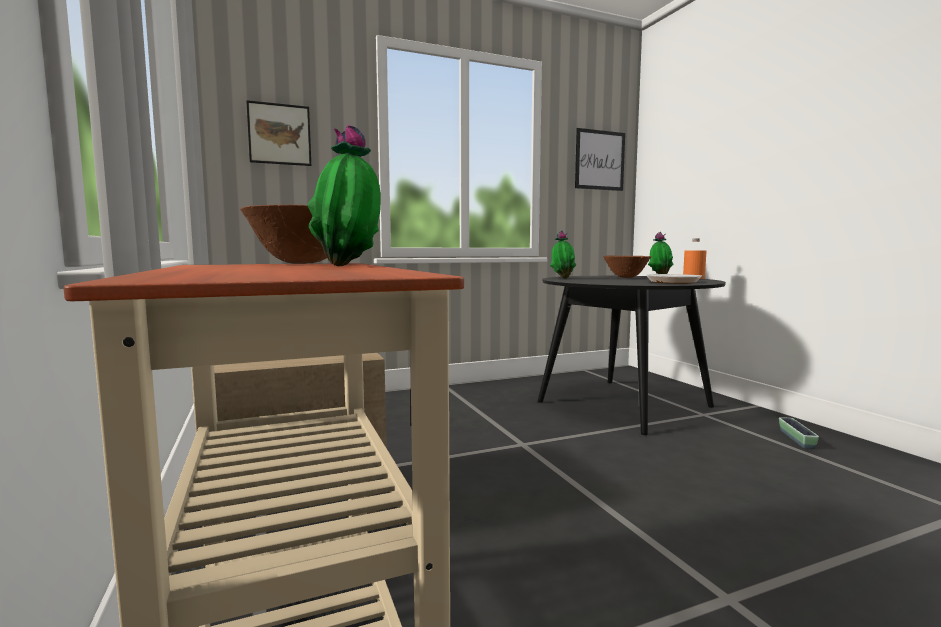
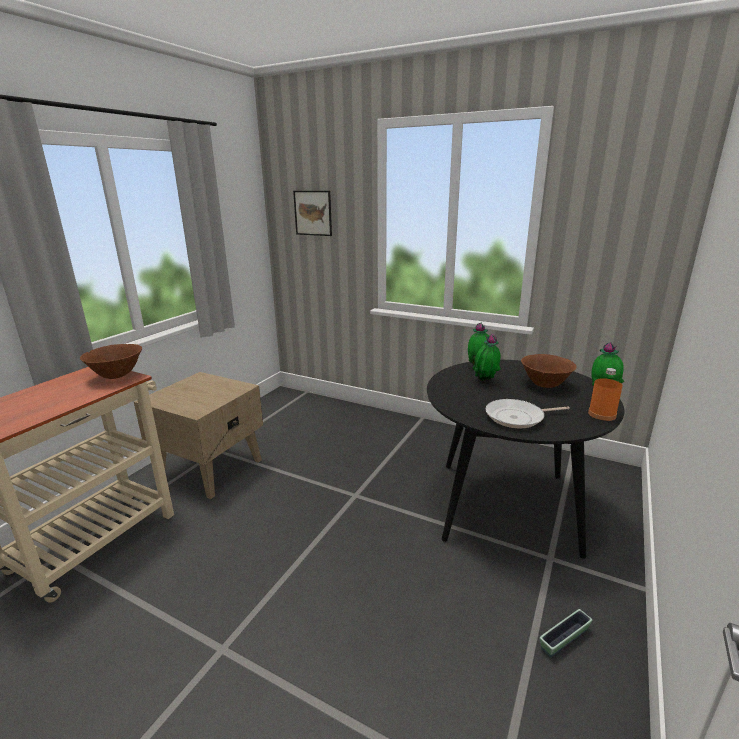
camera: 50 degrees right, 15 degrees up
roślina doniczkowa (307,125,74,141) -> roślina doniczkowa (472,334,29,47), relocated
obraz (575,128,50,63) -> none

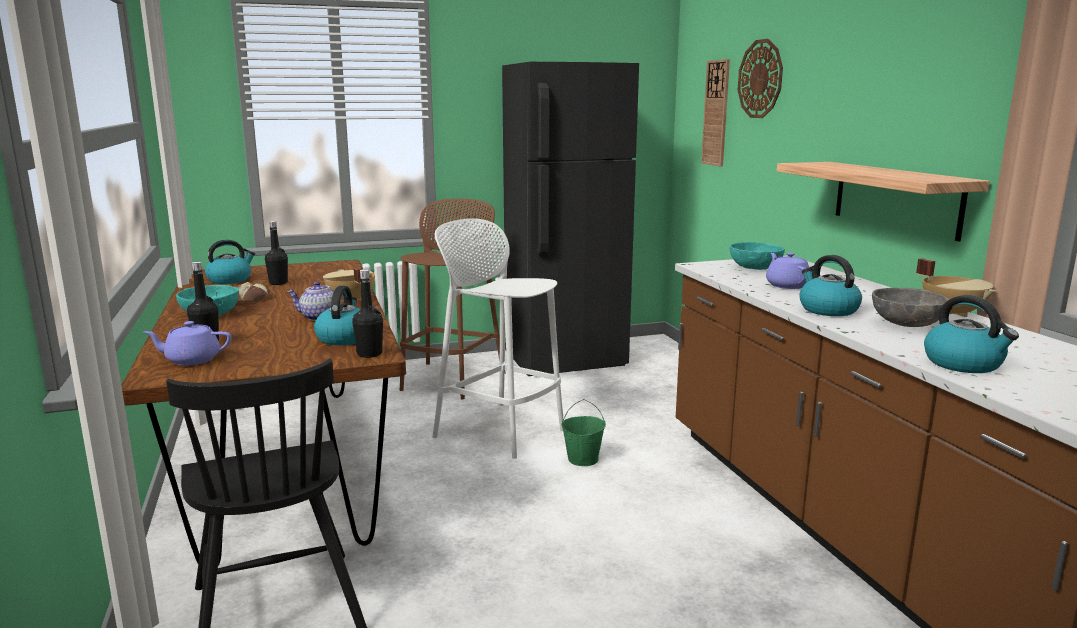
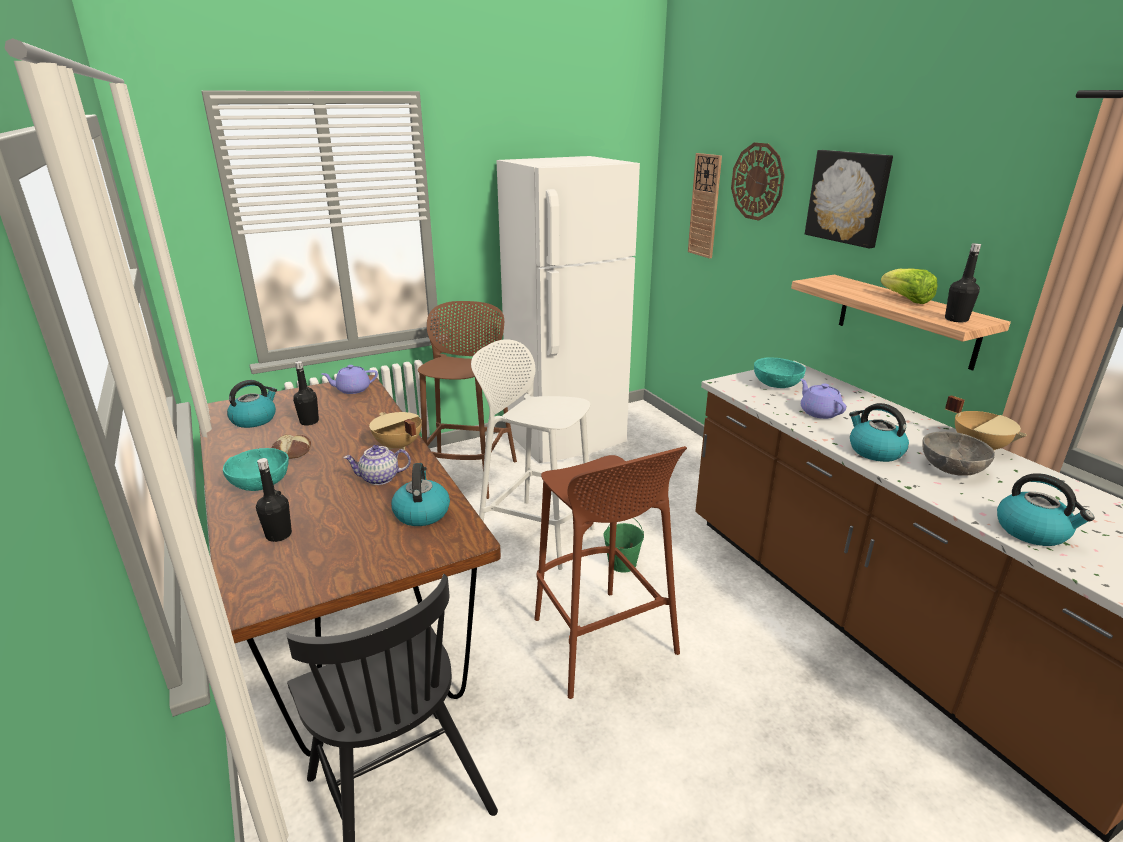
camera: 10 degrees left, 10 degrees up
imbryk/fioletowy (144,321,87,44) -> imbryk/fioletowy (322,365,56,29), relocated
butelka/czarny (352,269,31,89) -> butelka/czarny (945,243,36,79), relocated
lodówka/czarny (502,62,137,314) -> lodówka/biały (496,156,144,307)
none -> stołek/brązowy (534,446,153,253)
none -> obraz (805,150,88,98)
none -> sałata (881,269,56,35)

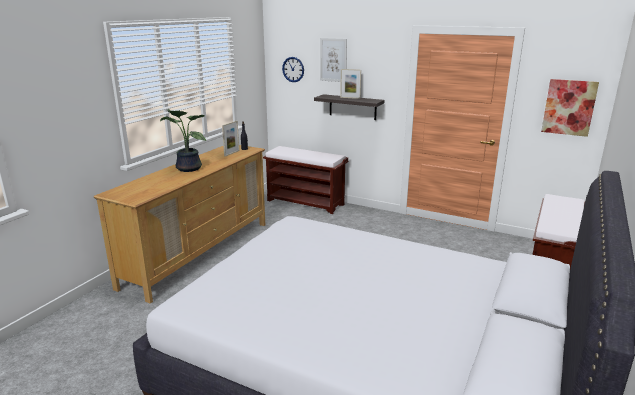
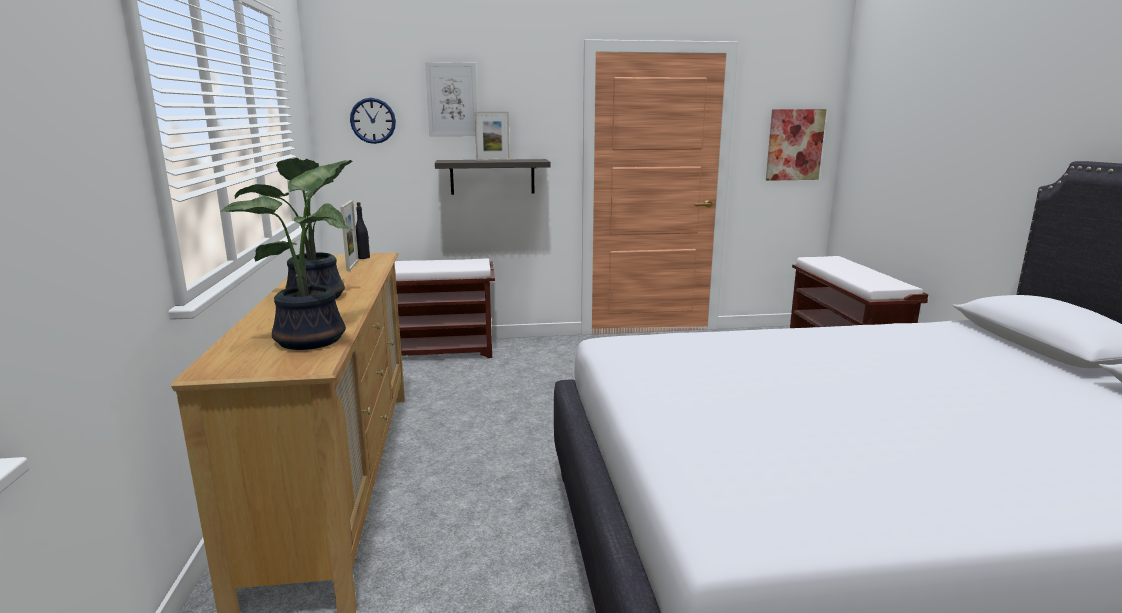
camera: 35 degrees left, 5 degrees down
none -> roślina doniczkowa (221,160,131,190)

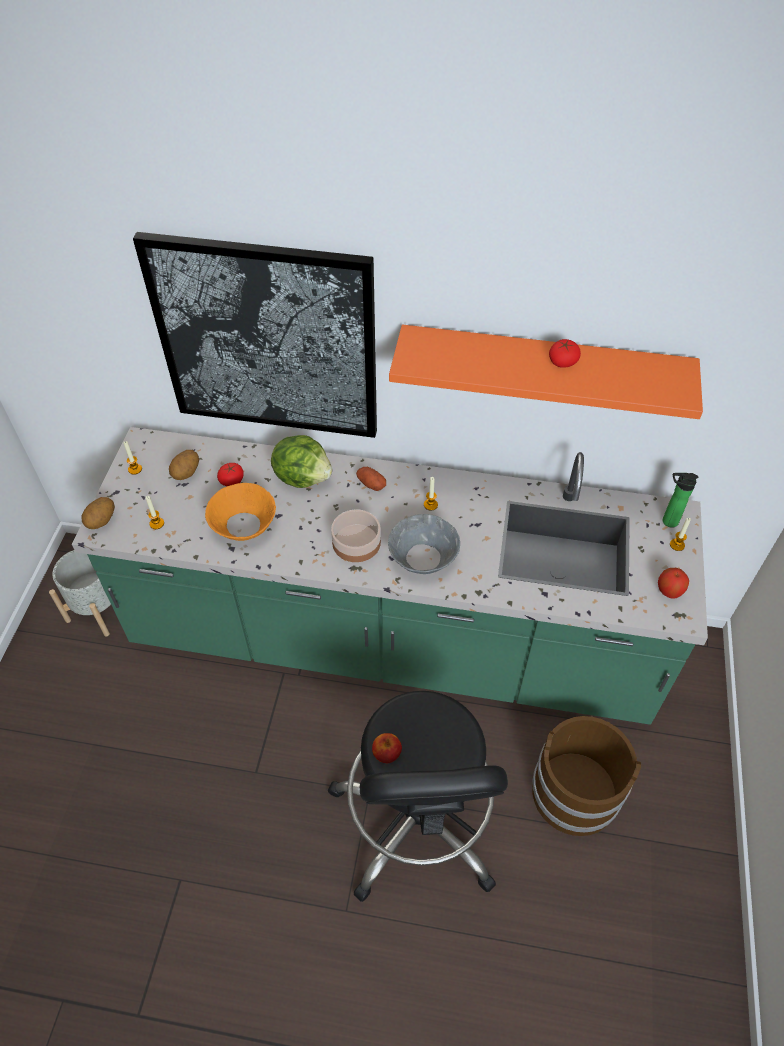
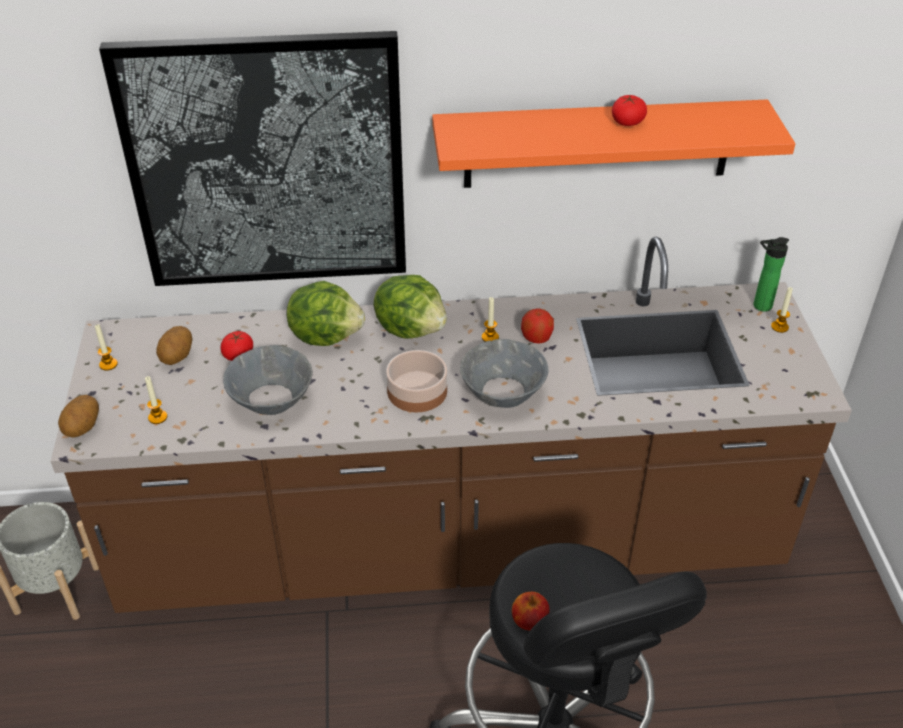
camera: 15 degrees left, 10 degrees down
zabudowa kuchenna/zielony (72,427,636,298) -> zabudowa kuchenna/brązowy (50,237,802,376)
miska/pomarańczowy (205,483,71,58) -> miska/szary (223,345,90,70)
ziemniak (356,467,30,24) -> sałata (374,275,73,64)
wiadro/brązowy (532,716,109,120) -> none
jabłko (658,568,31,31) -> jabłko (521,309,33,35), relocated

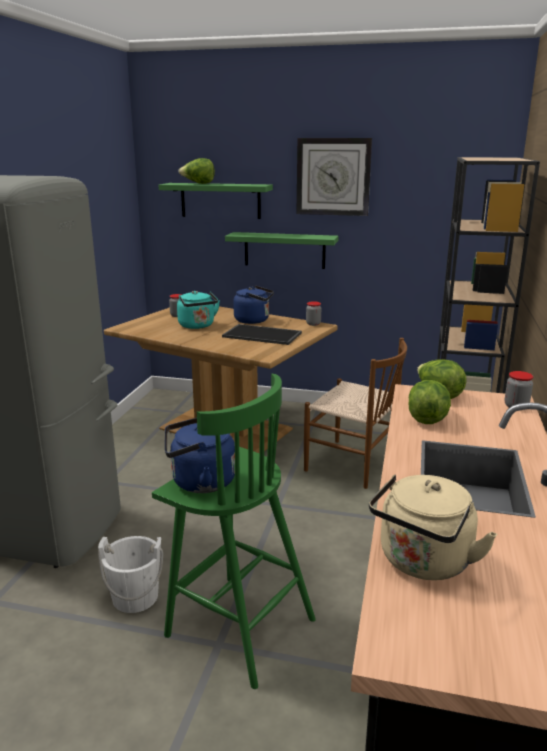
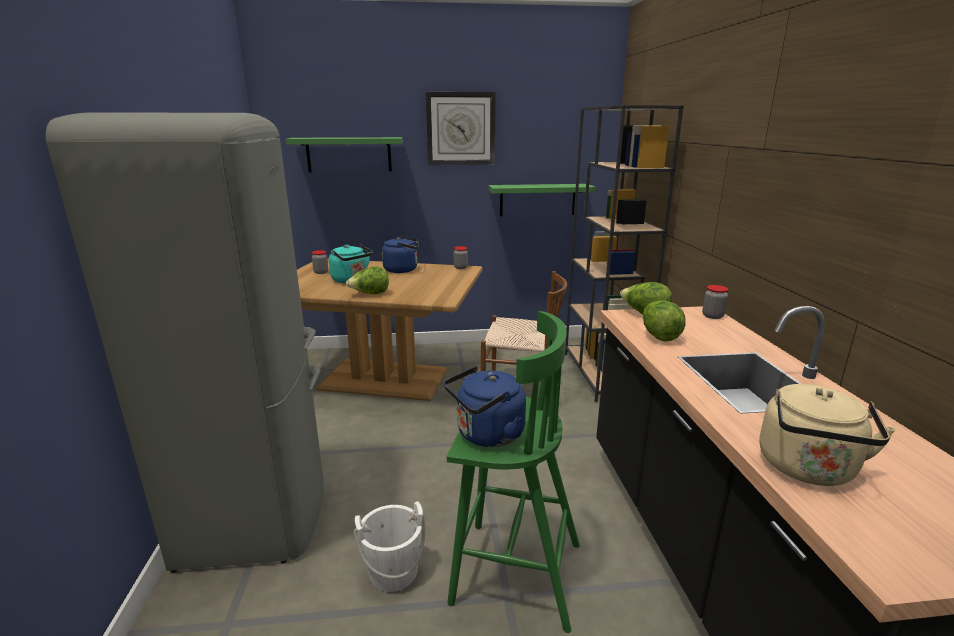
camera: 20 degrees left, 0 degrees up
sałata (178,158,37,26) -> sałata (346,266,43,28), relocated
taca (222,324,80,21) -> none
półka/zielony (225,232,114,37) -> półka/zielony (489,184,107,32), relocated

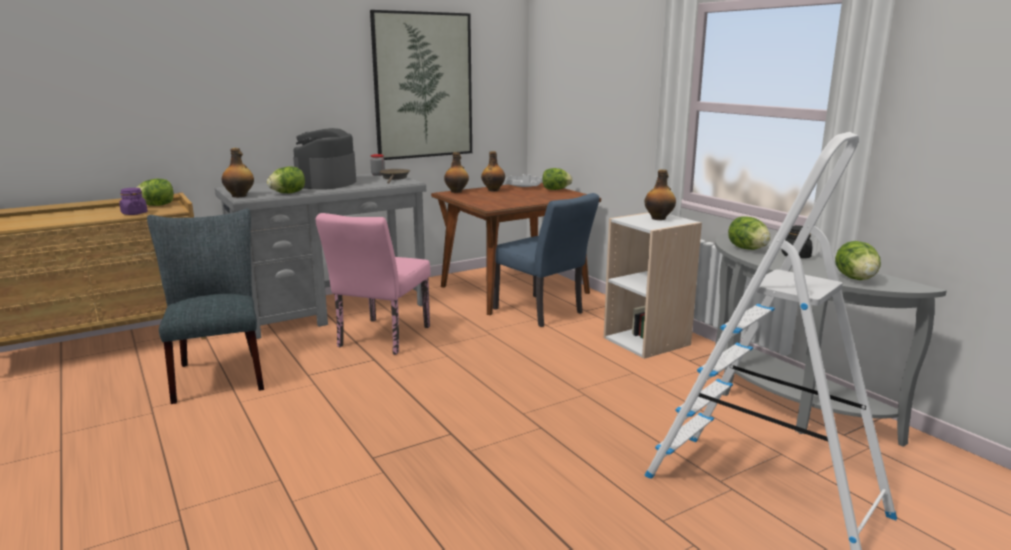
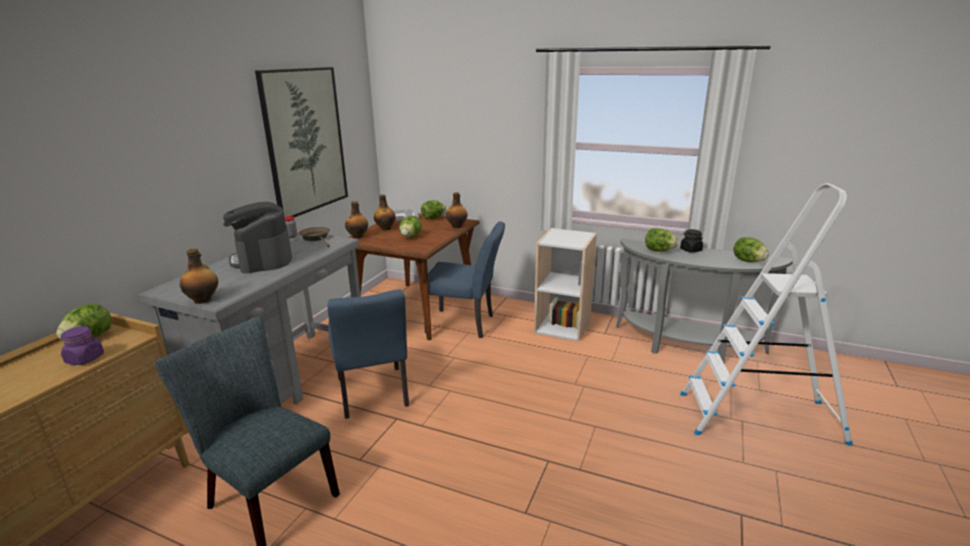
camera: 35 degrees left, 5 degrees up
sałata (267,166,38,27) -> sałata (399,216,23,22), relocated
krzesło/różowy (316,213,115,142) -> krzesło/niebieski (327,289,82,130)
butelka (644,169,32,51) -> butelka (446,192,22,36), relocated

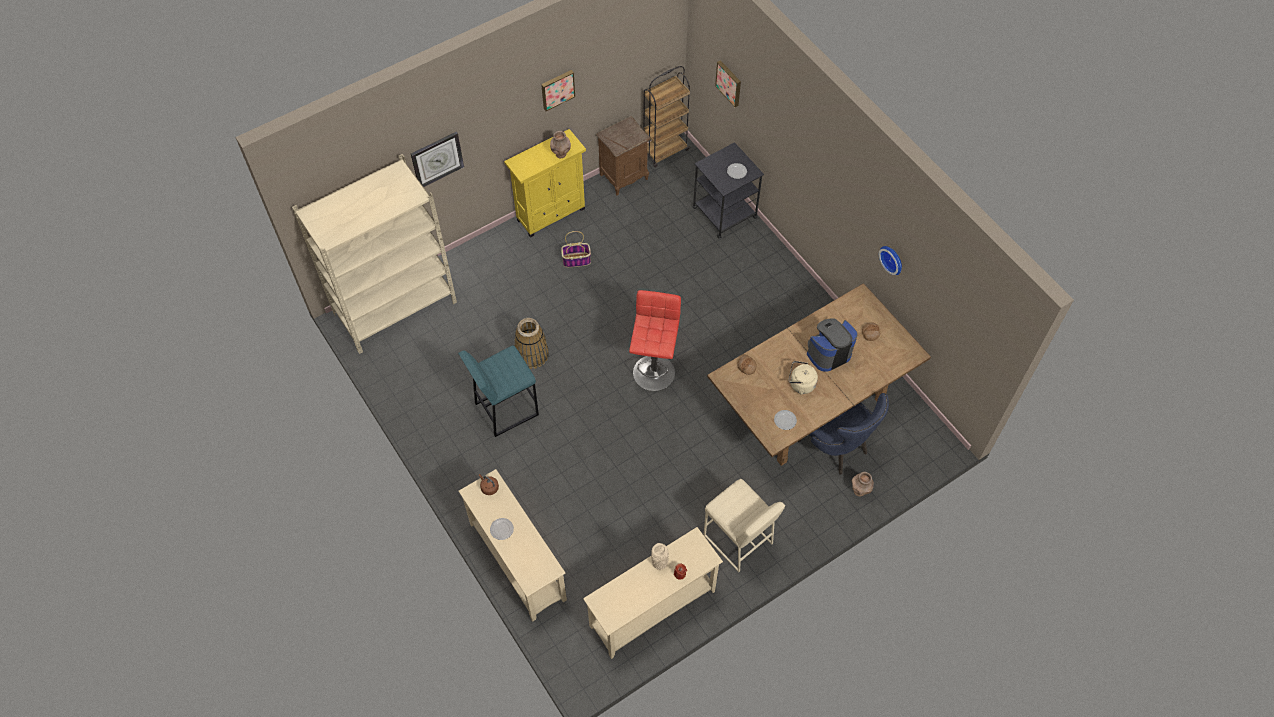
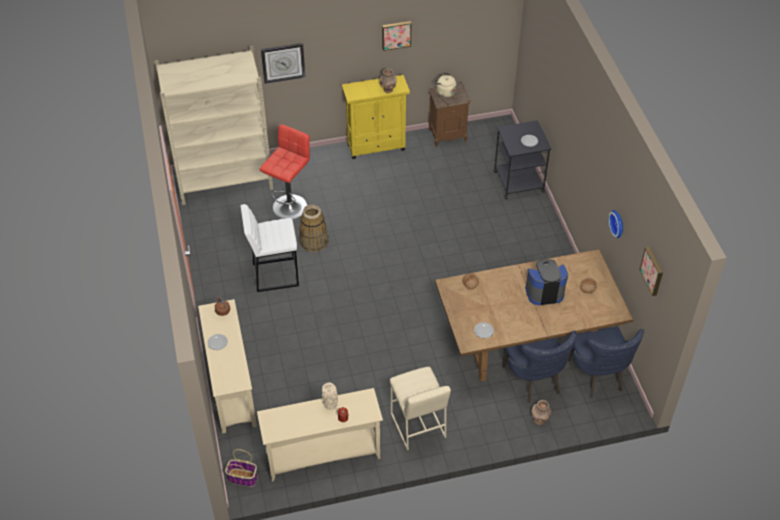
camera: 20 degrees right, 10 degrees down
stołek/turkusowy (458,345,81,92) -> stołek/biały (241,204,58,88)
koszyk (561,231,30,36) -> koszyk (225,449,32,38), relocated
stołek/czerwony (629,290,52,101) -> stołek/czerwony (260,124,50,95), relocated
wózek/brązowy (643,66,47,102) -> none
obraz (715,60,26,47) -> obraz (639,246,24,50), relocated
czajnik/beżowy (789,361,29,34) -> czajnik/beżowy (433,72,23,26), relocated
none -> krzesło/niebieski (568,326,76,72)

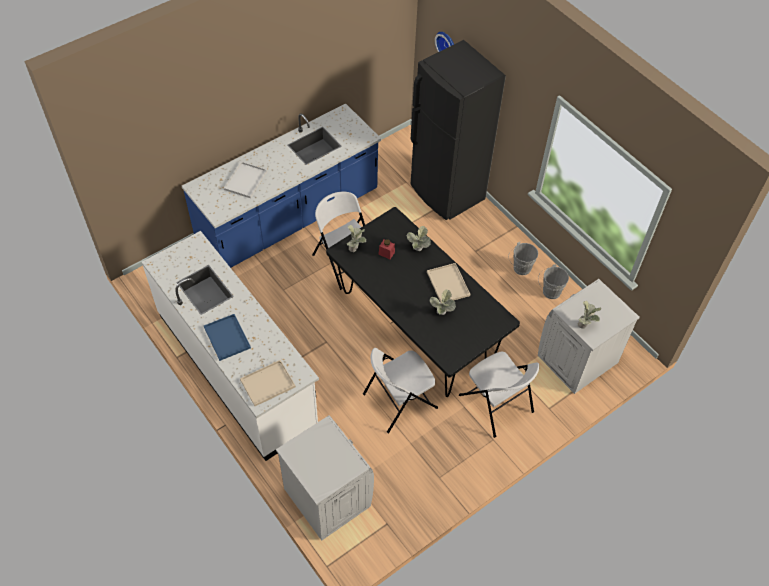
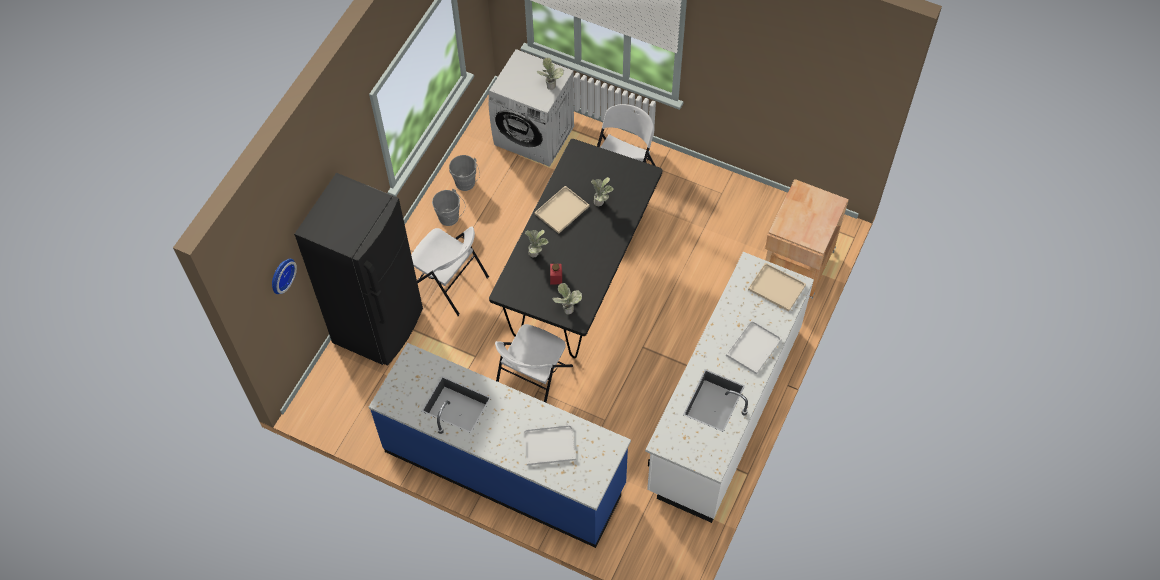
camera: 115 degrees left, 5 degrees up
taca/niebieski (204,314,47,47) -> taca/biały (726,320,56,55)
pralka/biały (276,415,98,125) -> wózek/brązowy (765,179,84,120)
krzesło/biały (363,348,75,86) -> krzesło/biały (411,226,78,90), relocated

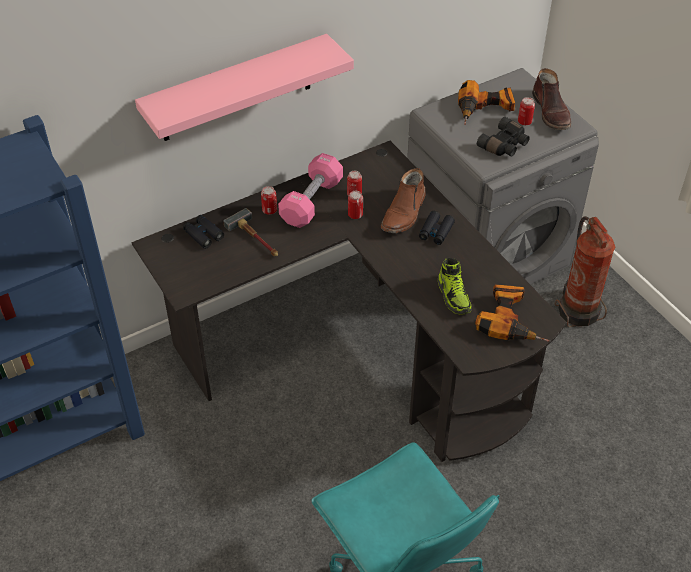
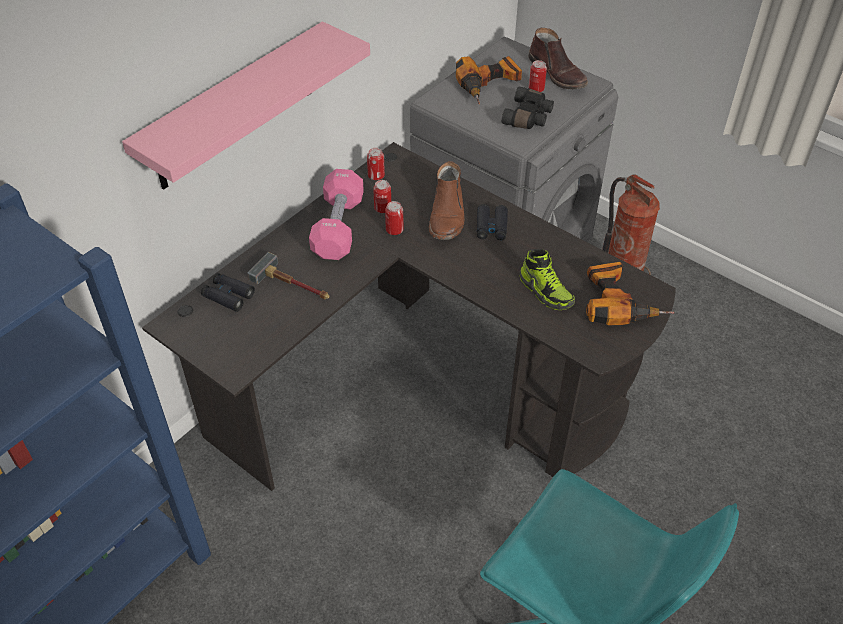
camera: 20 degrees left, 0 degrees up
puszka (261,186,16,29) -> puszka (367,148,18,32), relocated

